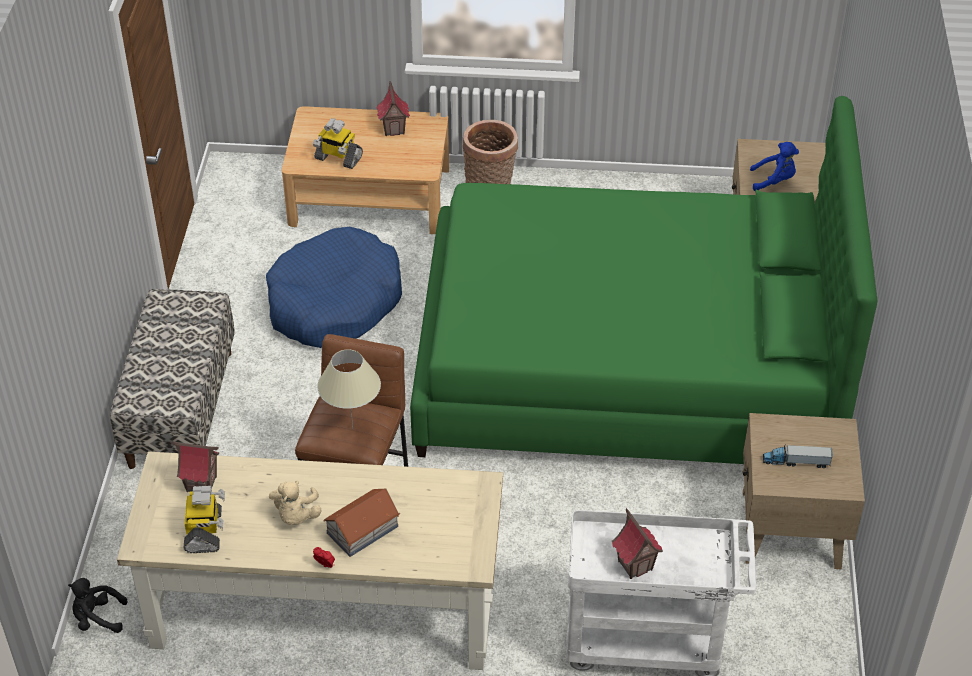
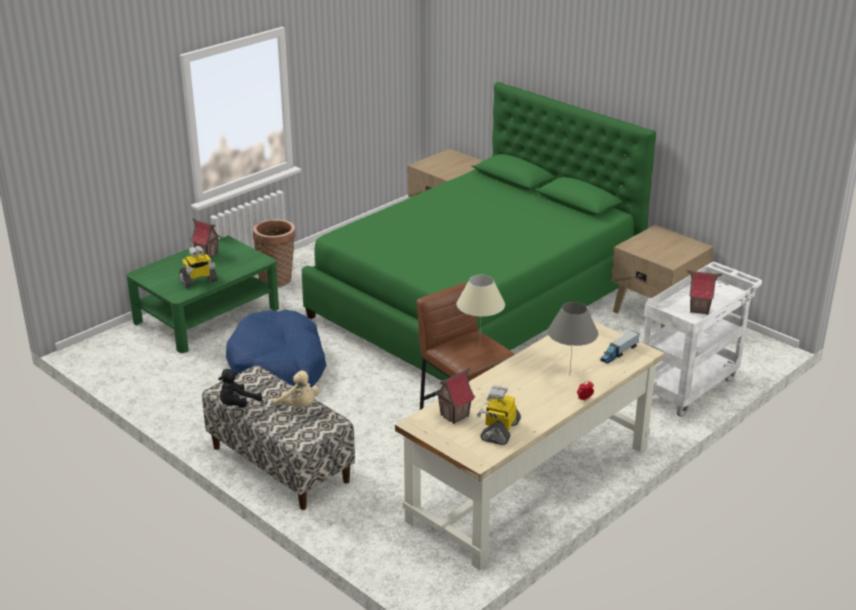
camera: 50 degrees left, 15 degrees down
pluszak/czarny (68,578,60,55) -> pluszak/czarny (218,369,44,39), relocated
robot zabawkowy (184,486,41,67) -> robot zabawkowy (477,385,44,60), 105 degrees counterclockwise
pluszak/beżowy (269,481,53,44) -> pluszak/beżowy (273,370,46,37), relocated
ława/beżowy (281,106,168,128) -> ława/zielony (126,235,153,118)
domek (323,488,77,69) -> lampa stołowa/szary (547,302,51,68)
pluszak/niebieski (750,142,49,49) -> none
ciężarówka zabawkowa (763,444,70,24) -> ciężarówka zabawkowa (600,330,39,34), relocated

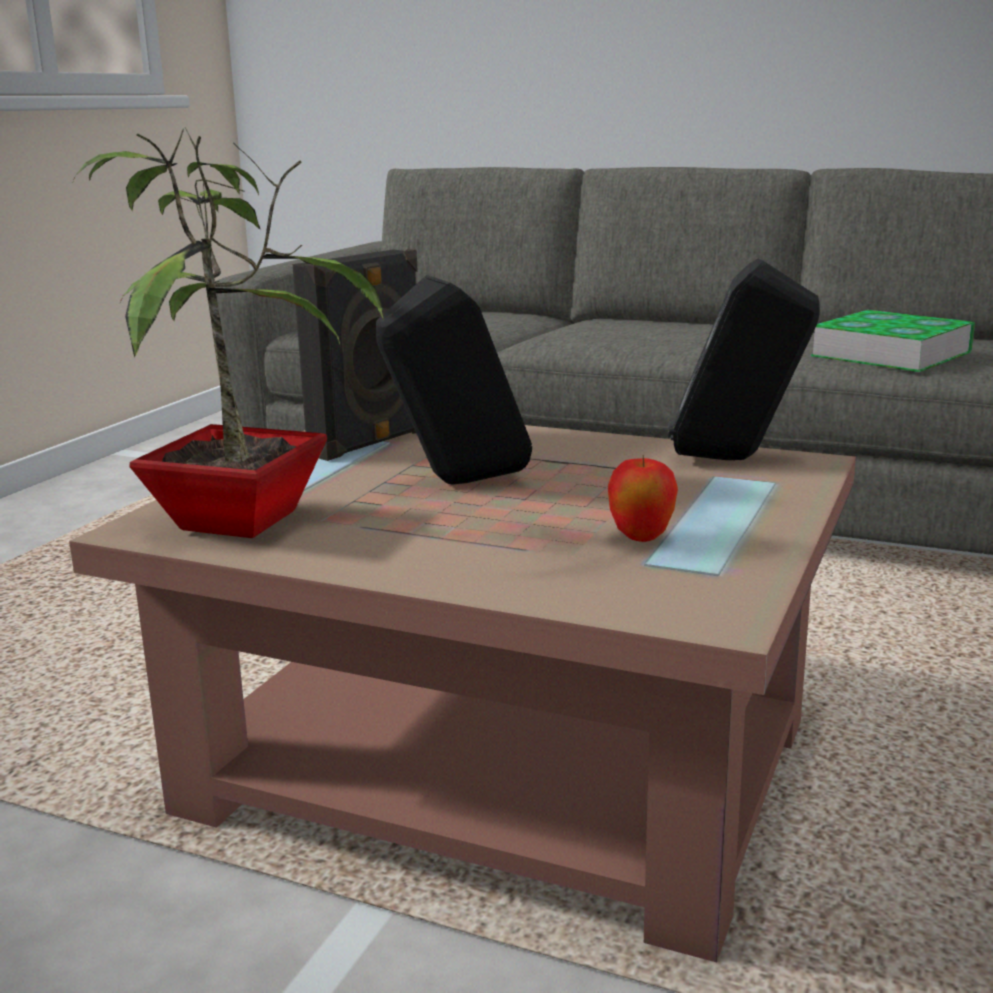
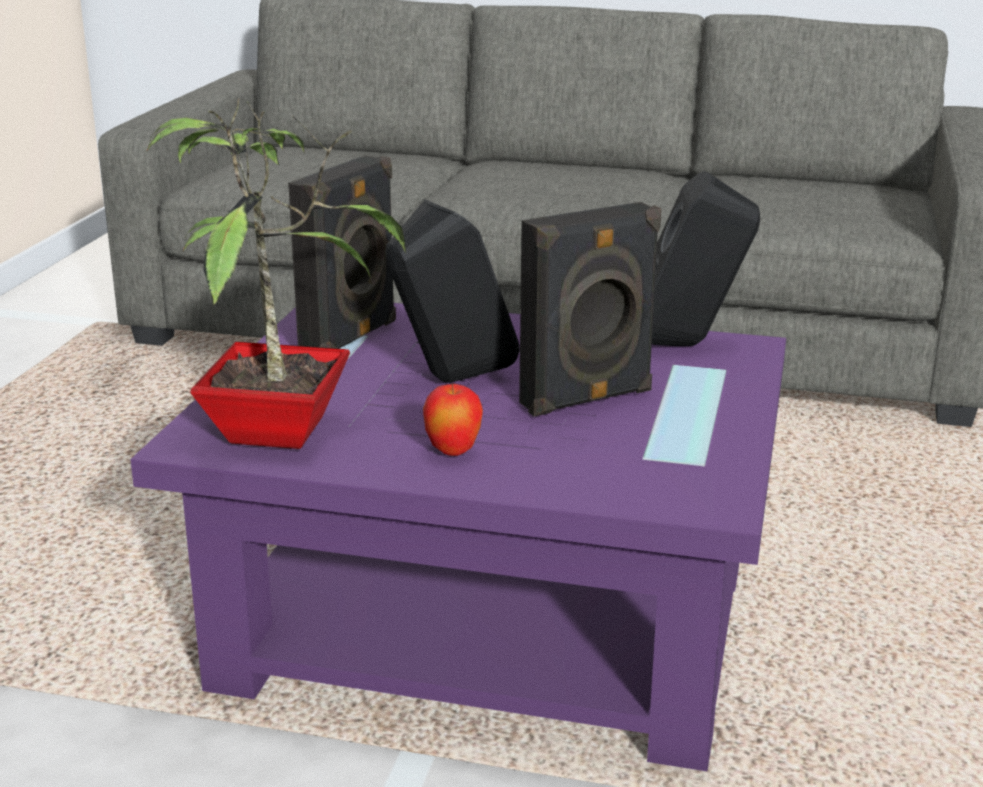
camera: 10 degrees left, 5 degrees up
ława/brązowy (69,425,787,538) -> ława/fioletowy (130,303,656,468)
jabłko (608,455,70,87) -> jabłko (423,383,60,73), relocated
książka (810,310,165,62) -> none
none -> głośnik/czarny (519,202,142,215)

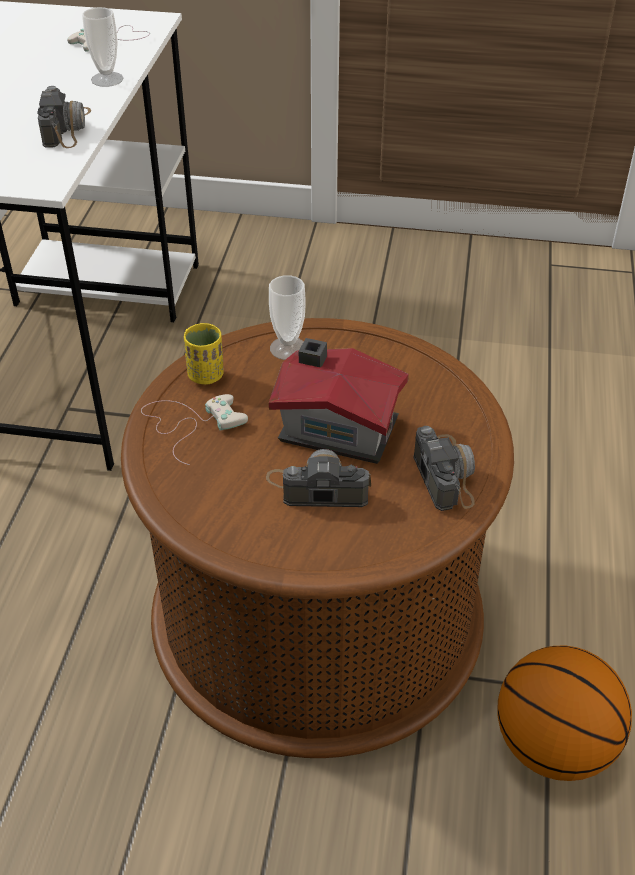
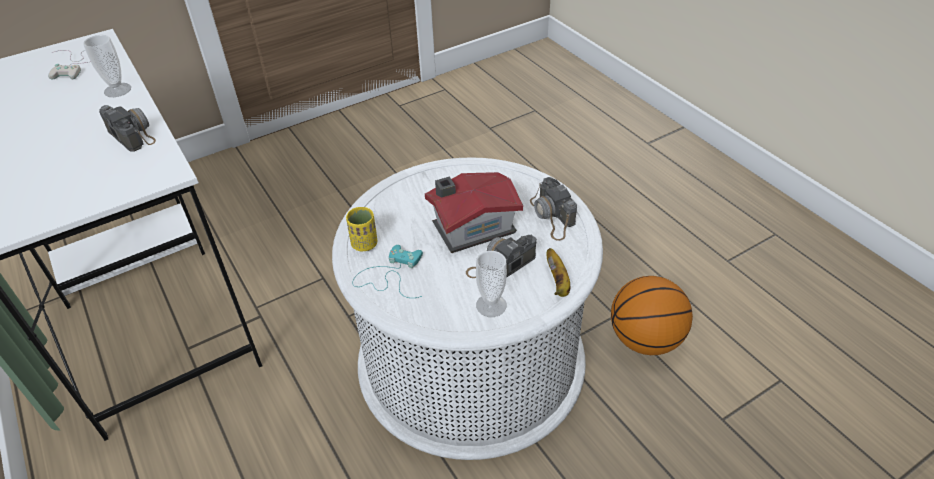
camera: 40 degrees left, 0 degrees up
ława/brązowy (121,318,393,440) -> ława/biały (332,158,271,302)
pad do gier/biały (141,394,107,71) -> pad do gier/turkusowy (352,245,71,53)
filiżanka (269,275,37,85) -> filiżanka (476,251,31,66), relocated
aparat fotograficzny (413,426,62,85) -> aparat fotograficzny (530,177,47,64), 150 degrees counterclockwise
none -> banan (546,248,24,49)

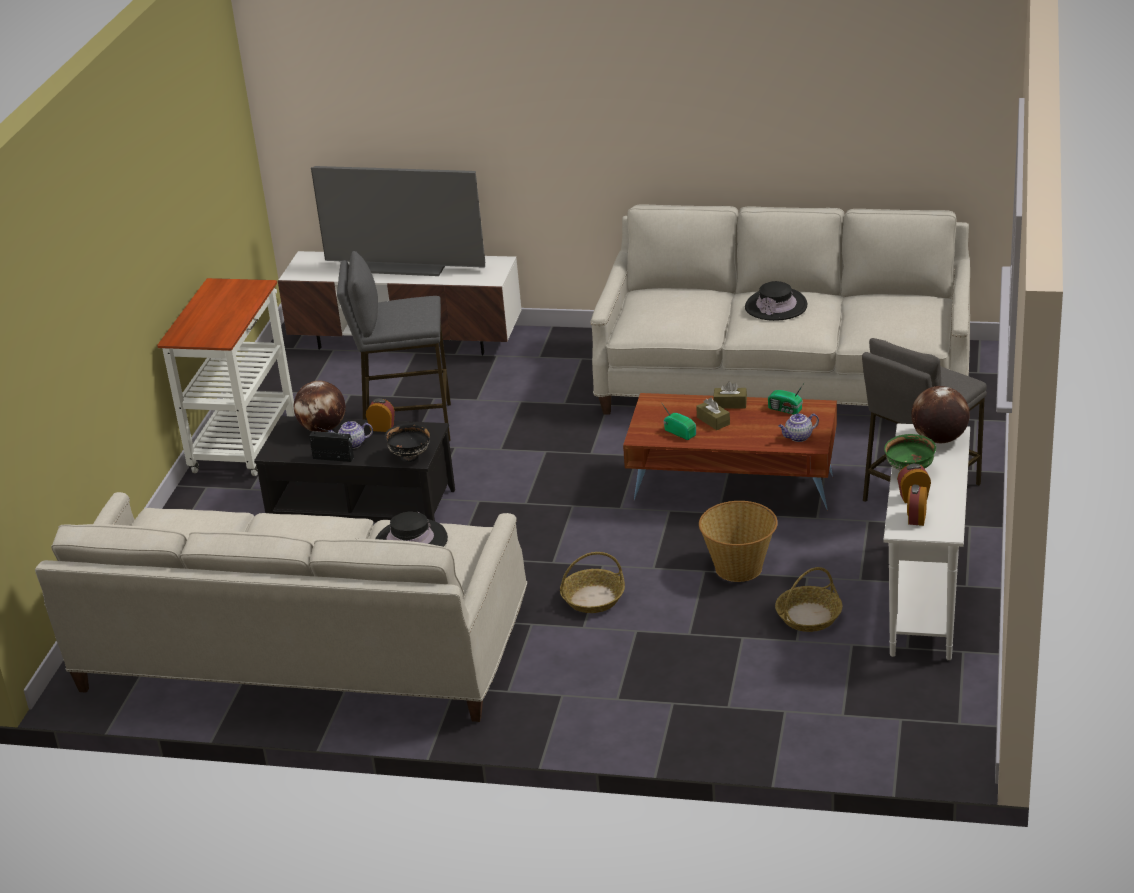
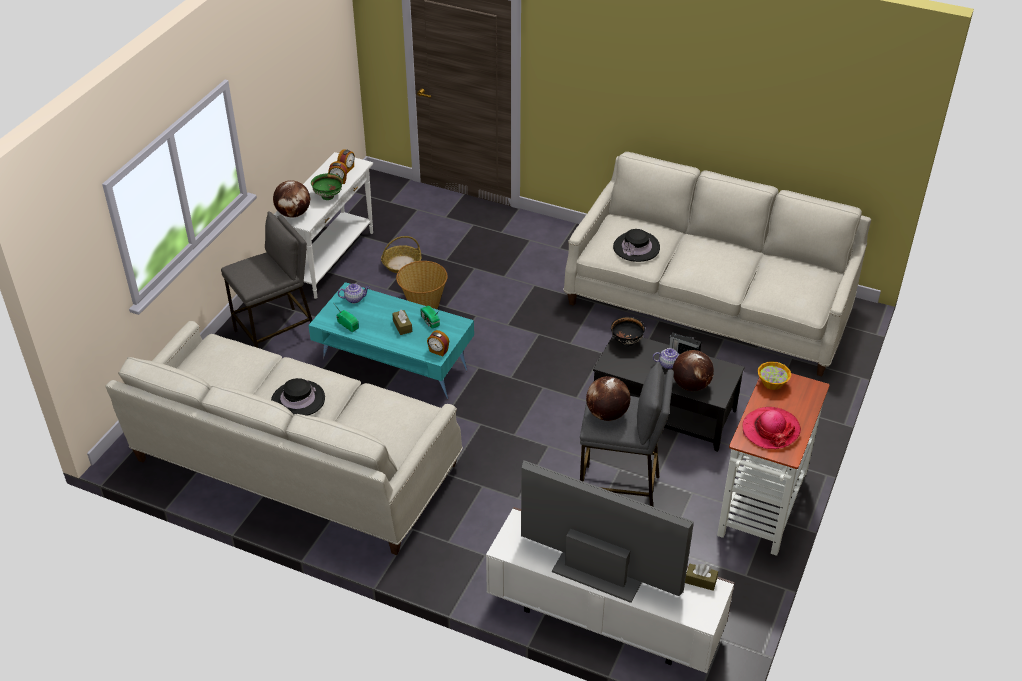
camera: 170 degrees left, 10 degrees up
budzik (366,398,29,34) -> budzik (427,330,22,26), relocated
koszyk (560,552,65,61) -> none
ława/brązowy (623,393,214,118) -> ława/turkusowy (309,282,165,117)
pudełko chusteczek/brązowy (713,381,34,28) -> pudełko chusteczek/brązowy (685,564,33,27), relocated
none -> globus (586,376,44,45)
none -> kapelusz (743,407,58,42)
none -> miska (758,362,33,28)

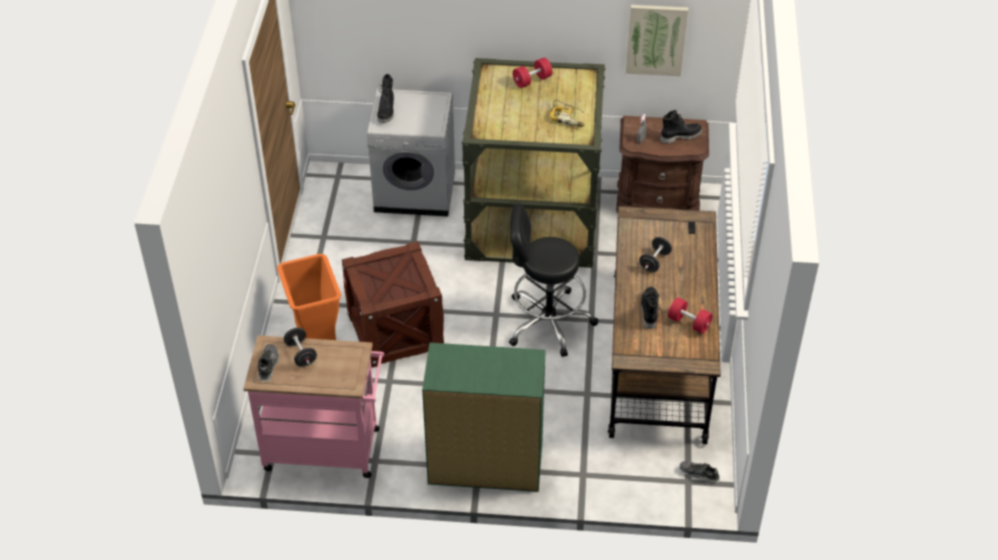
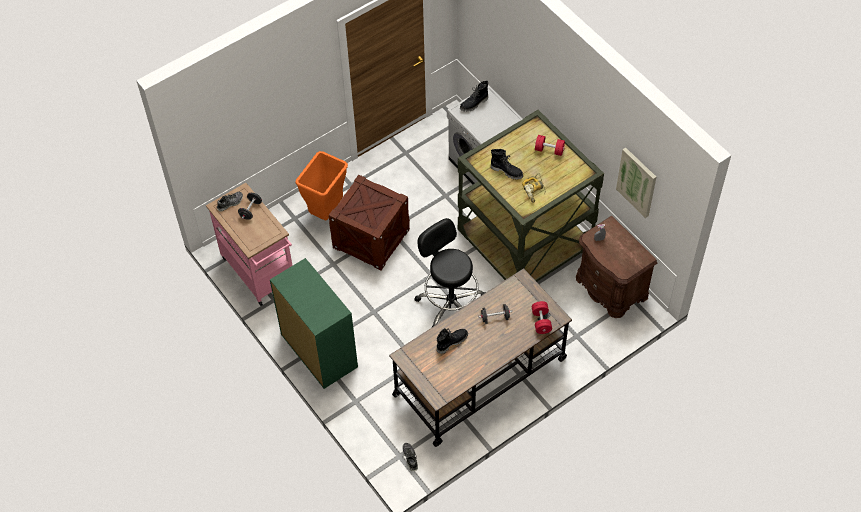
camera: 50 degrees right, 10 degrees up
but z cholewką/czarny (661,110,41,34) -> but z cholewką/czarny (491,149,32,31), relocated
hantel/czerwony (668,298,45,36) -> hantel/czerwony (532,301,20,33), relocated

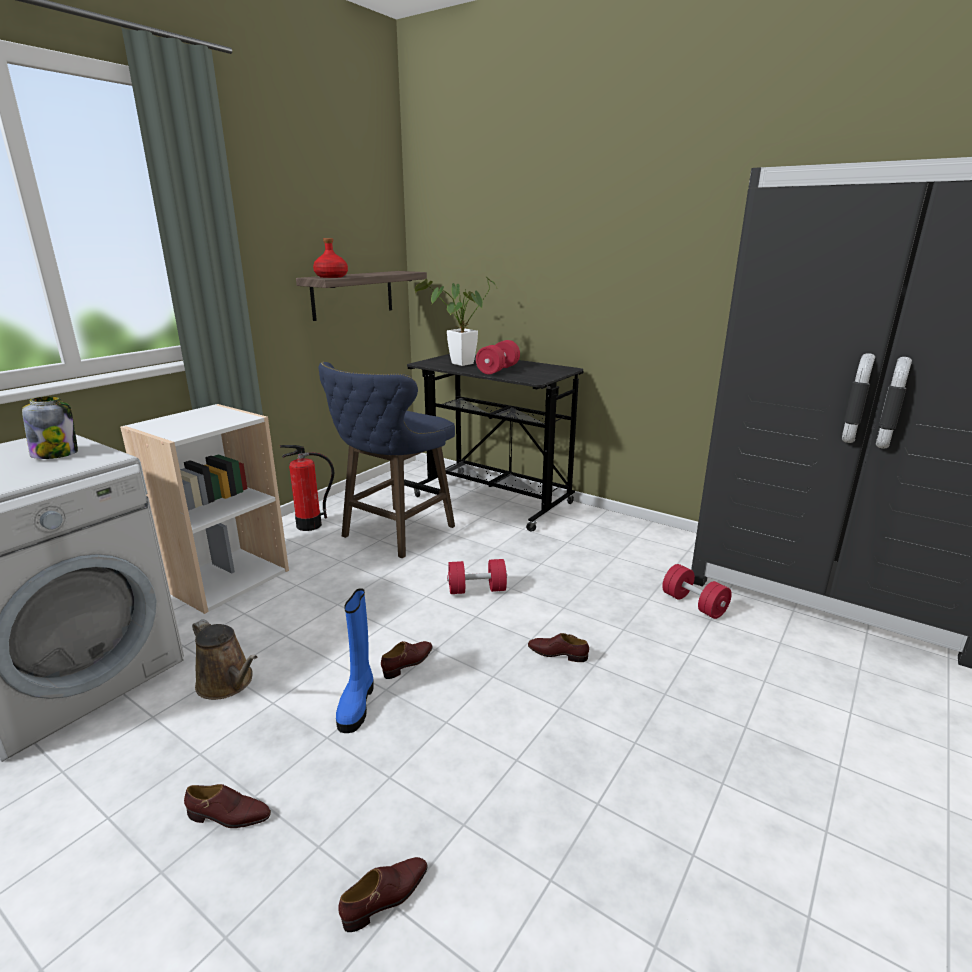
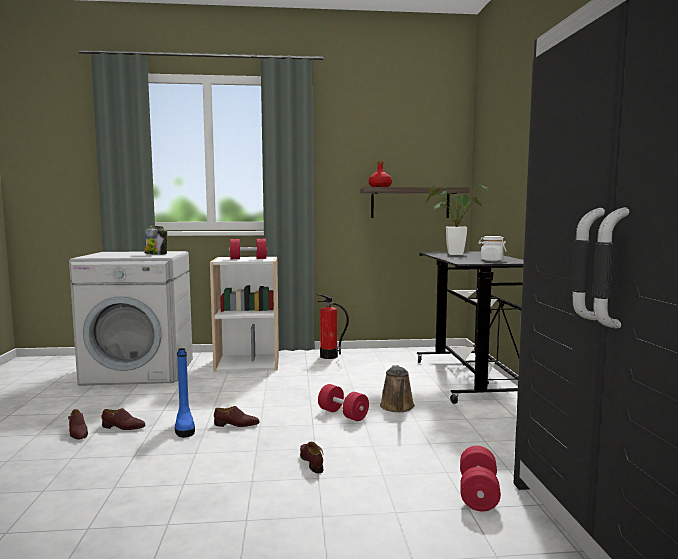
camera: 50 degrees right, 15 degrees down
konewka/brązowy (192,619,65,81) -> konewka/brązowy (380,365,35,47), relocated
stołek/niebieski (319,362,136,196) -> none
but z cholewką/niebieski (336,588,38,145) -> but z cholewką/niebieski (175,348,20,90), 75 degrees counterclockwise
but/brązowy (338,857,90,75) -> but/brązowy (102,408,44,22), relocated
hantel/czerwony (476,340,44,34) -> hantel/czerwony (229,239,39,20), relocated
none -> słoik/biały (478,236,28,25)

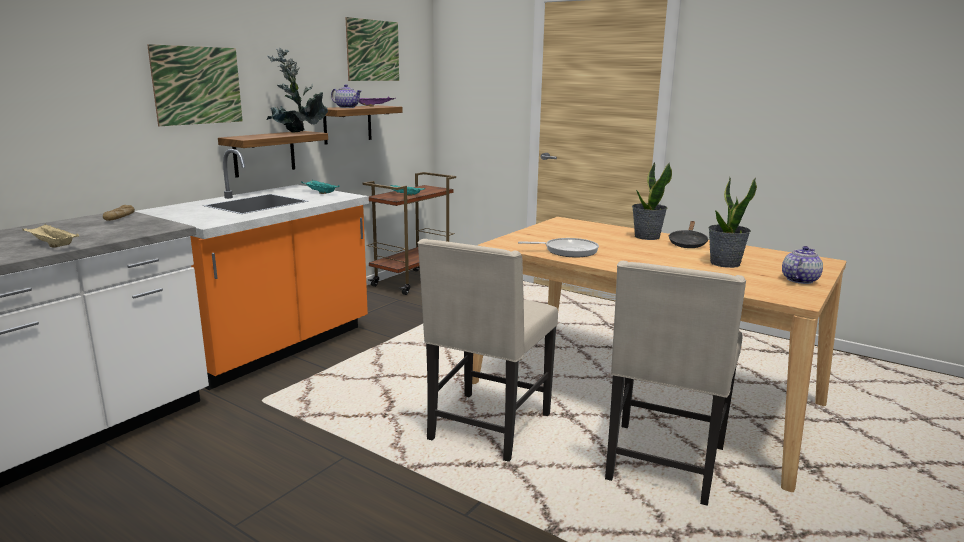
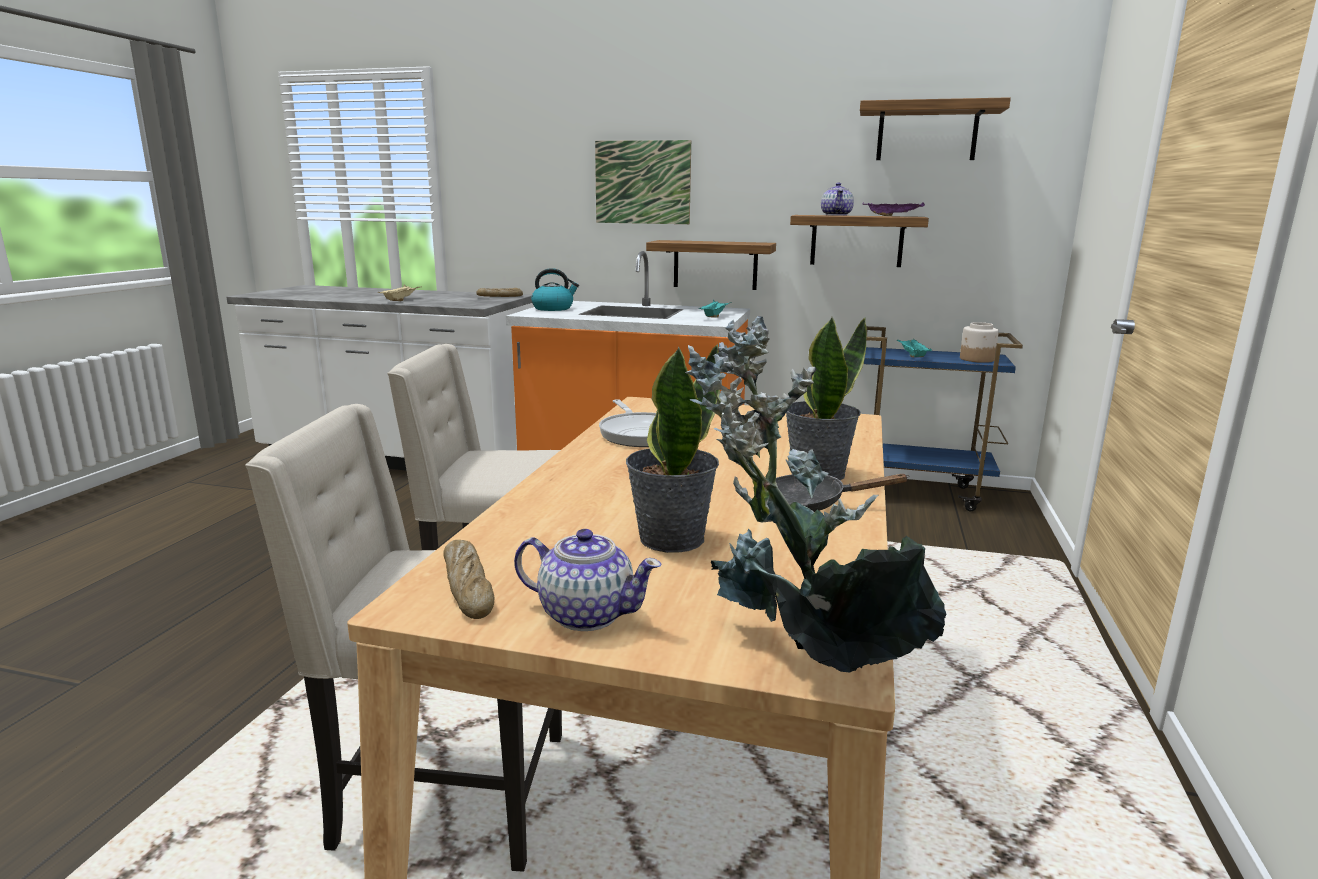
camera: 70 degrees right, 0 degrees up
roślina doniczkowa (267,47,61,86) -> roślina doniczkowa (685,316,262,356), relocated
obraz (345,17,54,64) -> półka (860,97,151,63)
wózek/brązowy (363,172,93,123) -> wózek/niebieski (864,326,159,185)
none -> chleb (443,540,51,79)
none -> czajnik (531,268,48,43)
none -> słoik (960,322,39,41)

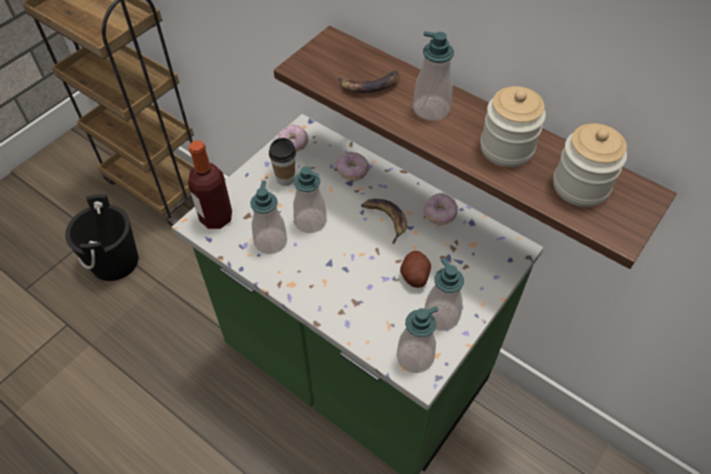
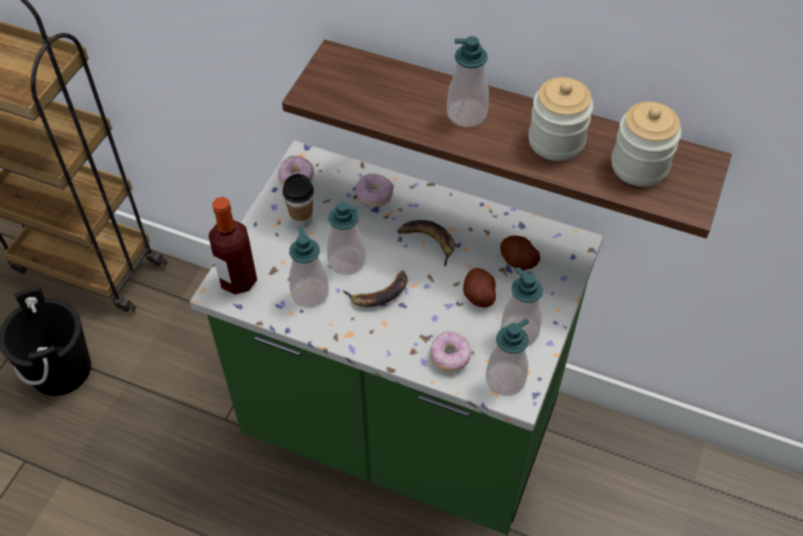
camera: 15 degrees left, 0 degrees up
banan (336,70,64,23) -> banan (342,271,66,36), relocated
donut (424,193,34,32) -> donut (430,331,41,41), relocated
none -> ziemniak (500,235,40,35)

